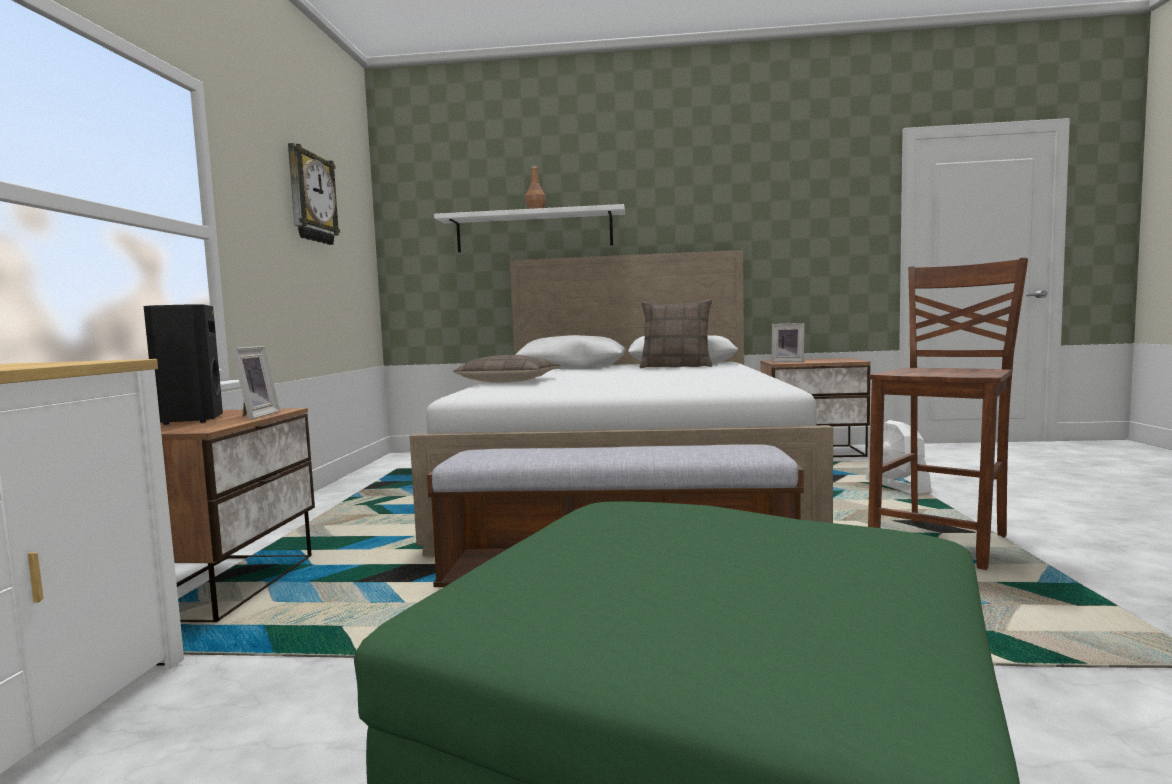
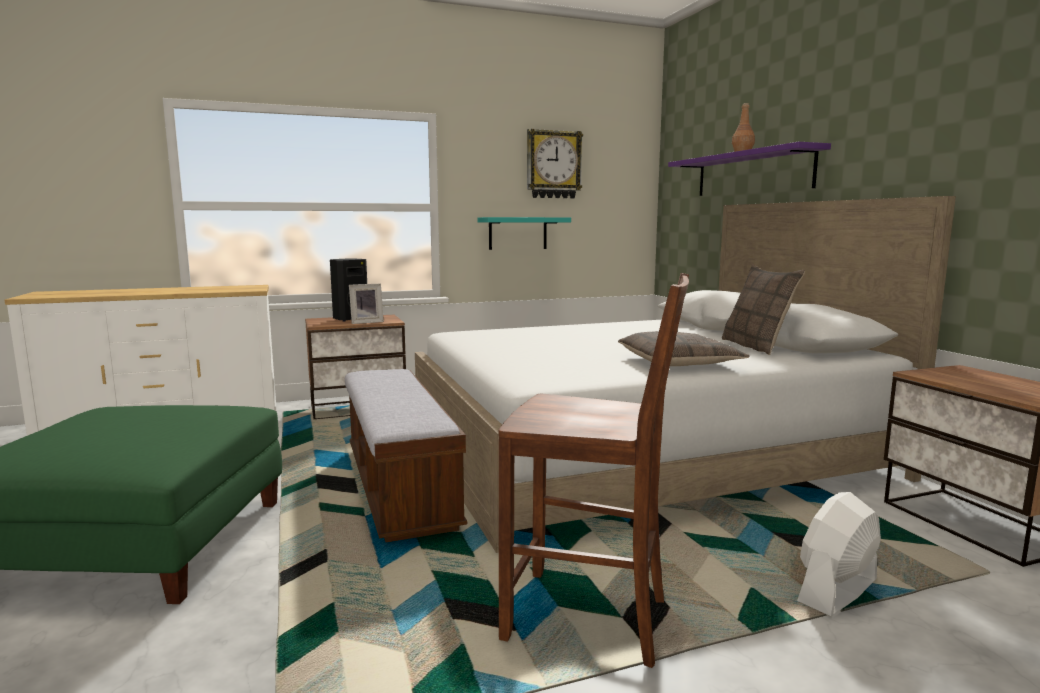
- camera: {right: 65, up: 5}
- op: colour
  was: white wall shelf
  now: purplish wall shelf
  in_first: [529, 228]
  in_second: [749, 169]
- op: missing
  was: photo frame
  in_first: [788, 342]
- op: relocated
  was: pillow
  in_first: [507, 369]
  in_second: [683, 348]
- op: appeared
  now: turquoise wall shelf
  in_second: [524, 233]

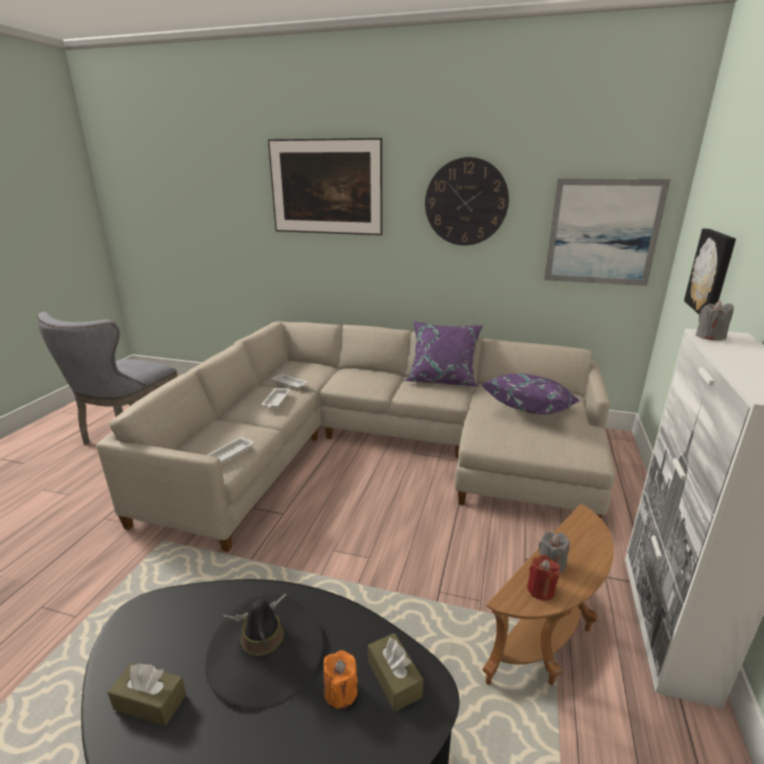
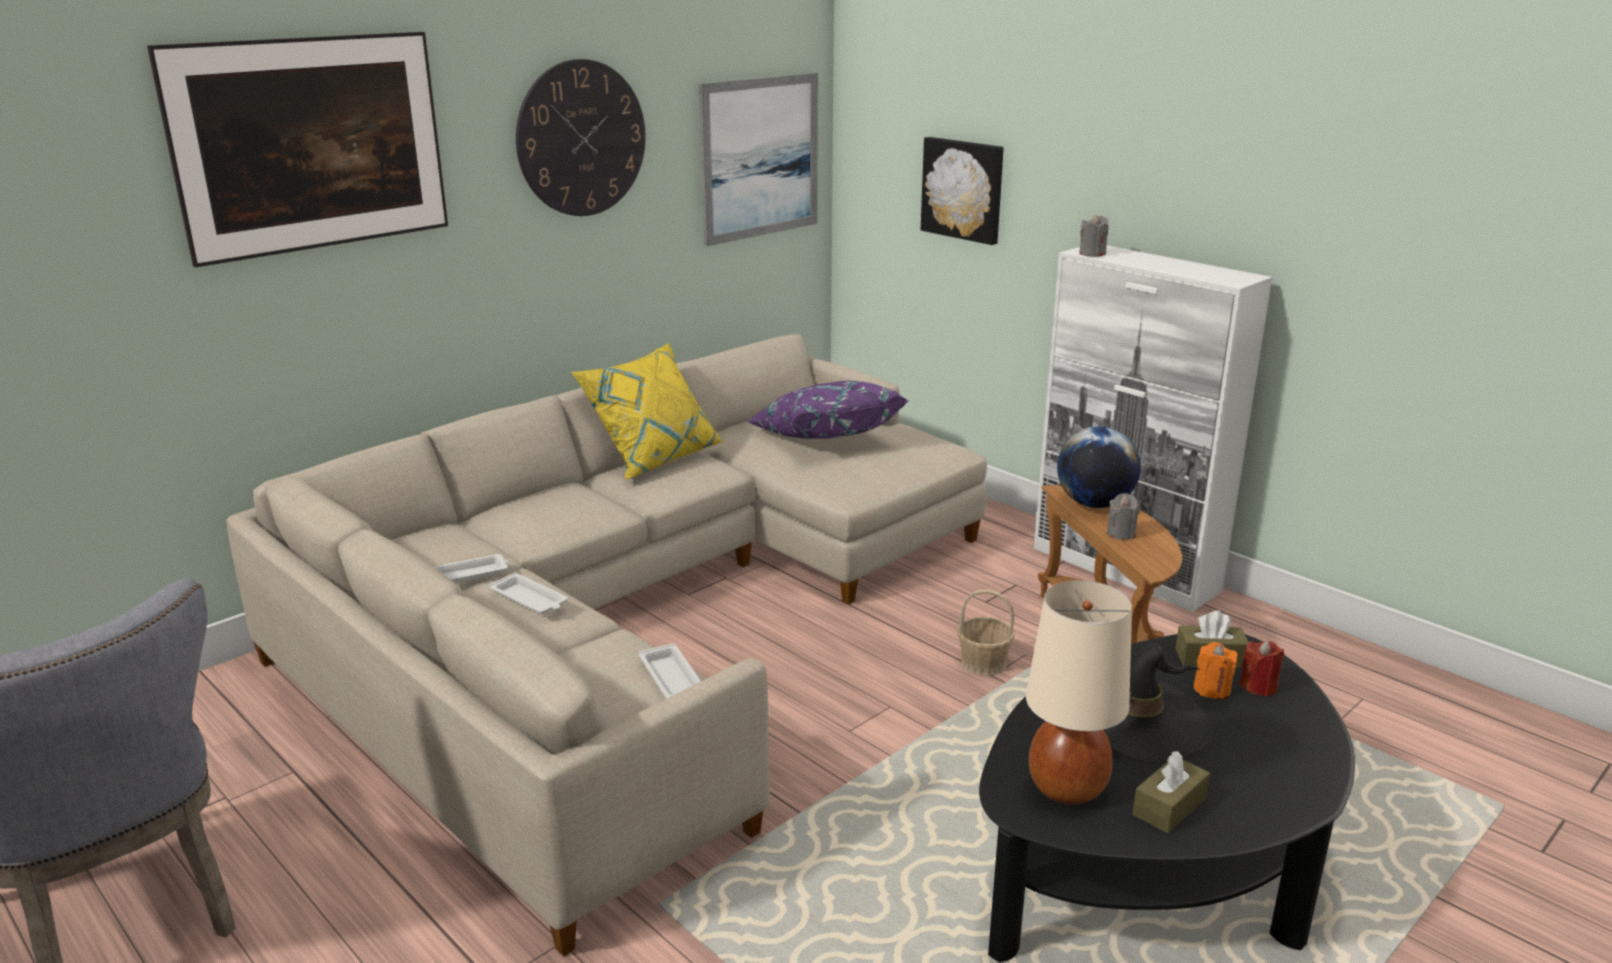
- camera: {right: -60, up: 0}
- op: colour
  was: purplish pillow
  now: yellow-coloured pillow
  in_first: [443, 354]
  in_second: [647, 411]
- op: relocated
  was: reddish wax light
  in_first: [543, 577]
  in_second: [1261, 669]
- op: appeared
  now: globe
  in_second: [1099, 467]
- op: appeared
  now: beige table lamp
  in_second: [1079, 693]
- op: appeared
  now: basket
  in_second: [986, 633]

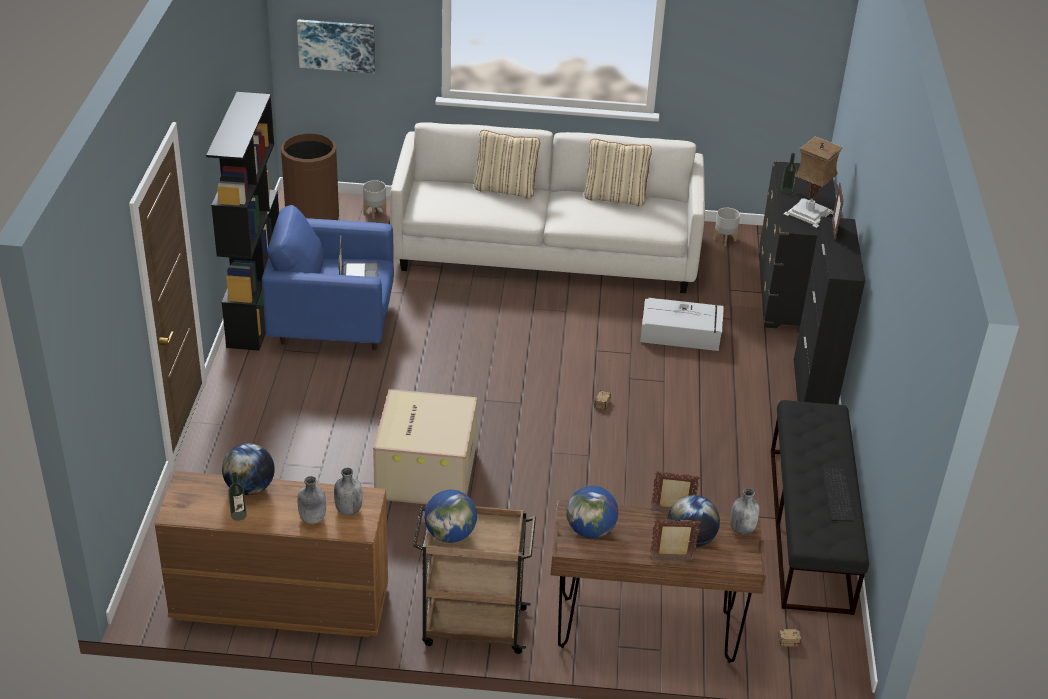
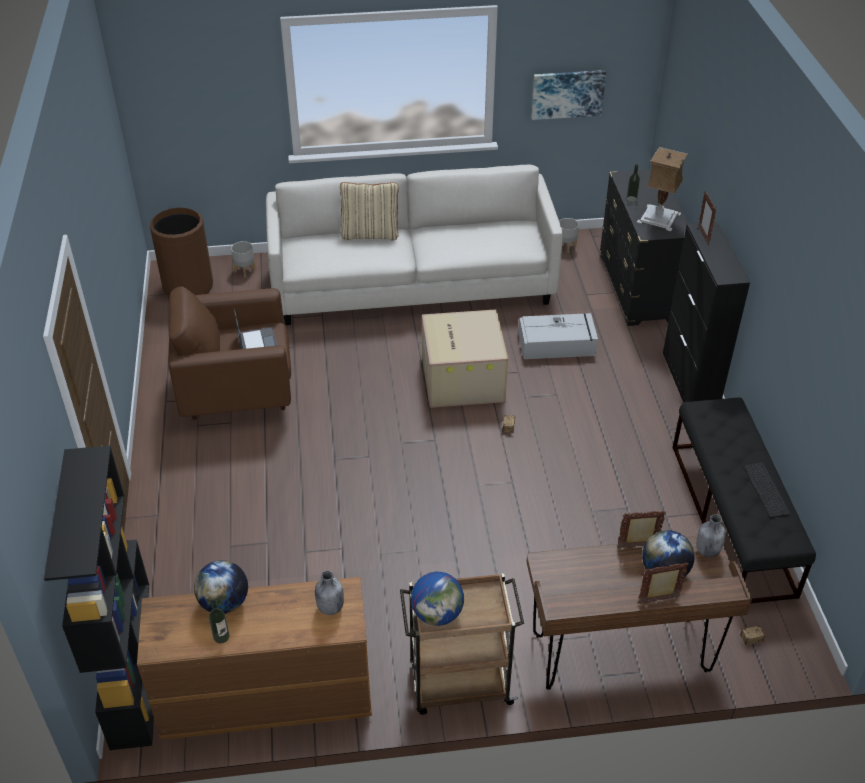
- camera: {right: -10, up: 5}
- op: relocated
  was: wall picture
  in_first: [336, 46]
  in_second: [568, 95]
- op: relocated
  was: black shelving unit
  in_first: [242, 221]
  in_second: [99, 597]
- op: missing
  was: beige pillow
  in_first: [618, 172]
- op: colour
  was: blue-coloured lounge chair
  now: brown-coloured lounge chair
  in_first: [328, 277]
  in_second: [229, 353]
- op: relocated
  was: packing box
  in_first: [425, 446]
  in_second: [465, 358]
- op: missing
  was: grey drink bottle
  in_first: [311, 500]
- op: missing
  was: globe
  in_first: [592, 512]

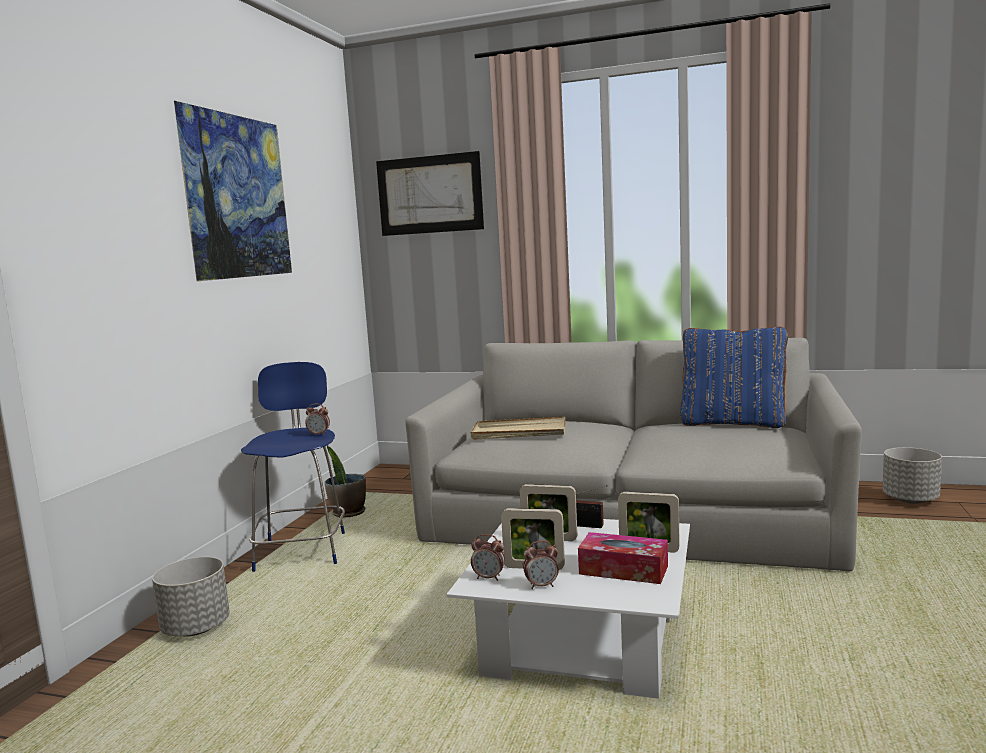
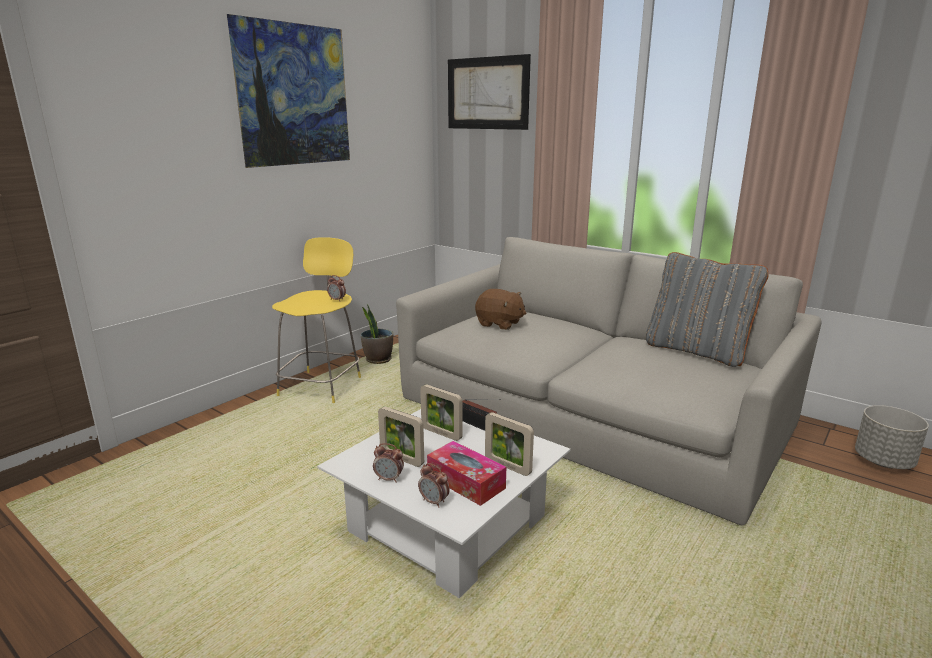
- camera: {right: 20, up: 10}
- op: colour
  was: blue-coloured pillow
  now: grey pillow
  in_first: [734, 377]
  in_second: [707, 309]
- op: colour
  was: blue-coloured stool seat
  now: yellow-coloured stool seat
  in_first: [293, 467]
  in_second: [316, 320]
- op: exchanged
  was: beige serving tray
  now: brown-coloured soft toy
  in_first: [518, 428]
  in_second: [500, 309]
- op: relocated
  was: table clock
  in_first: [488, 557]
  in_second: [434, 485]
- op: missing
  was: grey planter
  in_first: [191, 596]

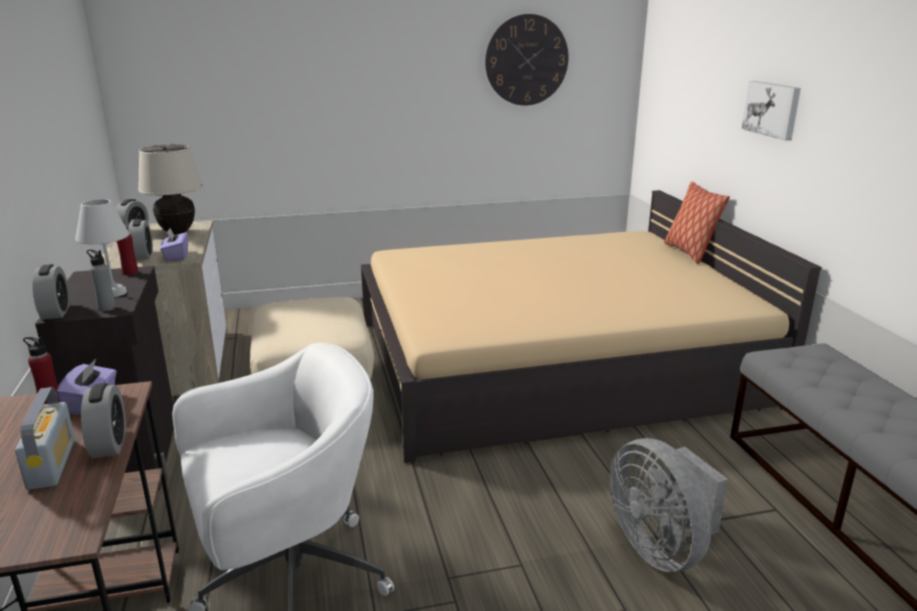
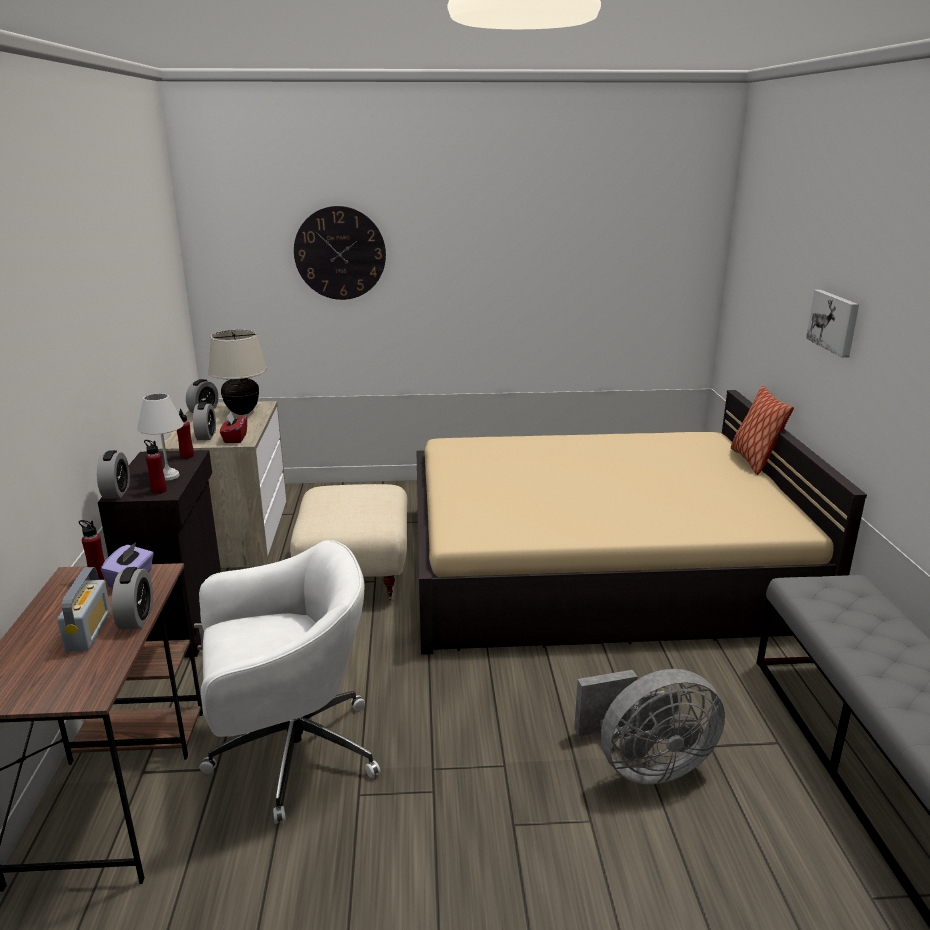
- camera: {right: 10, up: 0}
- op: relocated
  was: hanging clock
  in_first: [527, 60]
  in_second: [340, 253]
- op: colour
  was: purplish box of tissues
  now: reddish box of tissues
  in_first: [174, 244]
  in_second: [233, 427]
- op: colour
  was: grey drink bottle
  now: reddish drink bottle
  in_first: [101, 280]
  in_second: [155, 467]
- op: spun
  was: grey cooling fan
  in_first: [669, 505]
  in_second: [649, 727]
  clockwise: -90

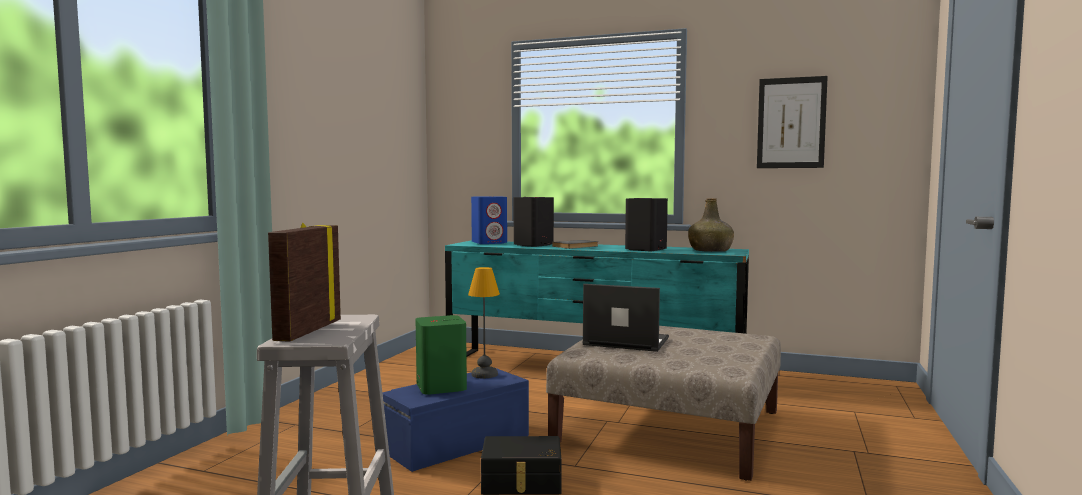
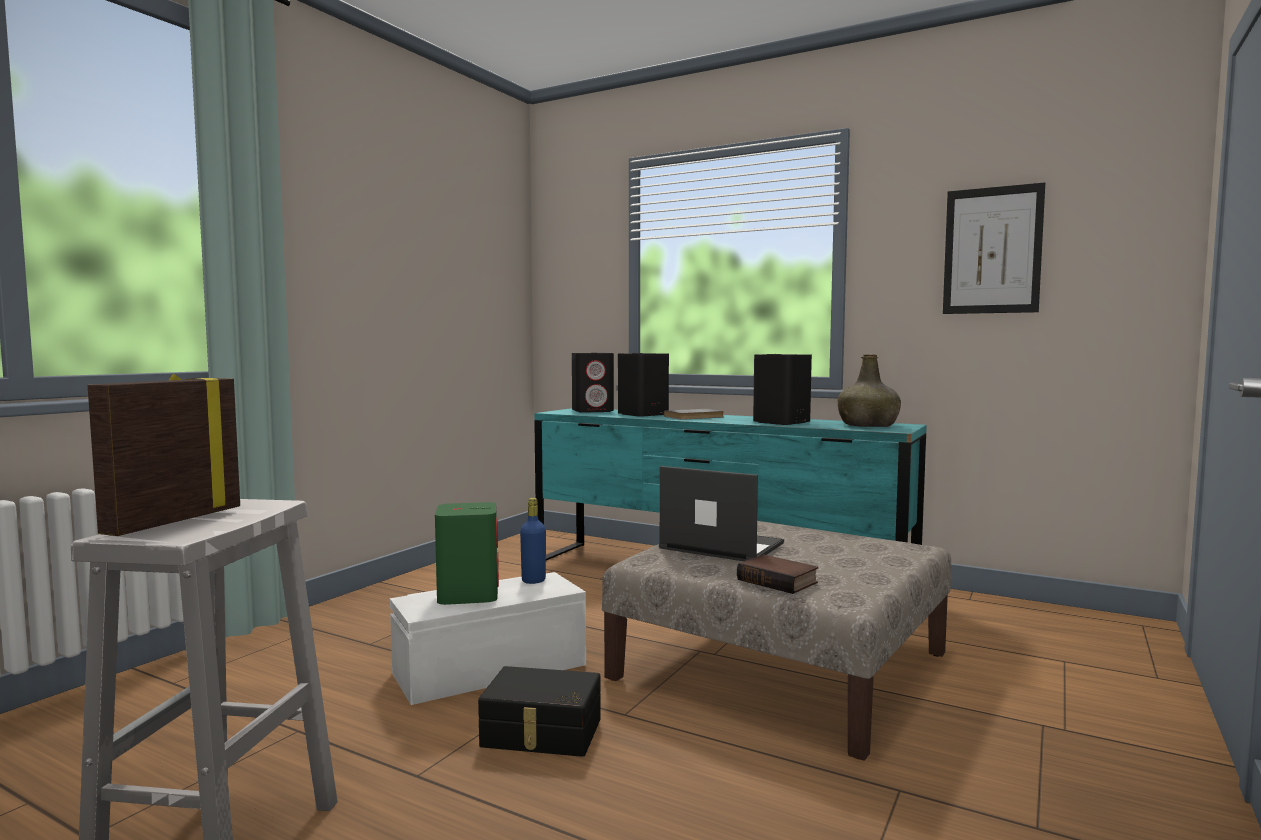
- camera: {right: 10, up: 0}
- op: colour
  was: blue-coloured loudspeaker
  now: black loudspeaker
  in_first: [489, 220]
  in_second: [593, 383]
- op: exchanged
  was: table lamp
  now: blue-coloured drink bottle
  in_first: [484, 322]
  in_second: [533, 541]
- op: colour
  was: blue-coloured storage container
  now: white storage container
  in_first: [455, 420]
  in_second: [488, 638]
- op: appeared
  now: bound book
  in_second: [777, 574]

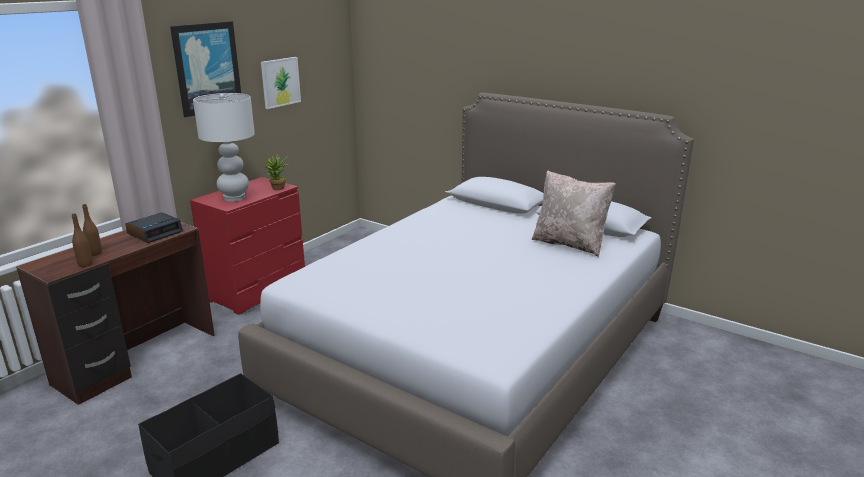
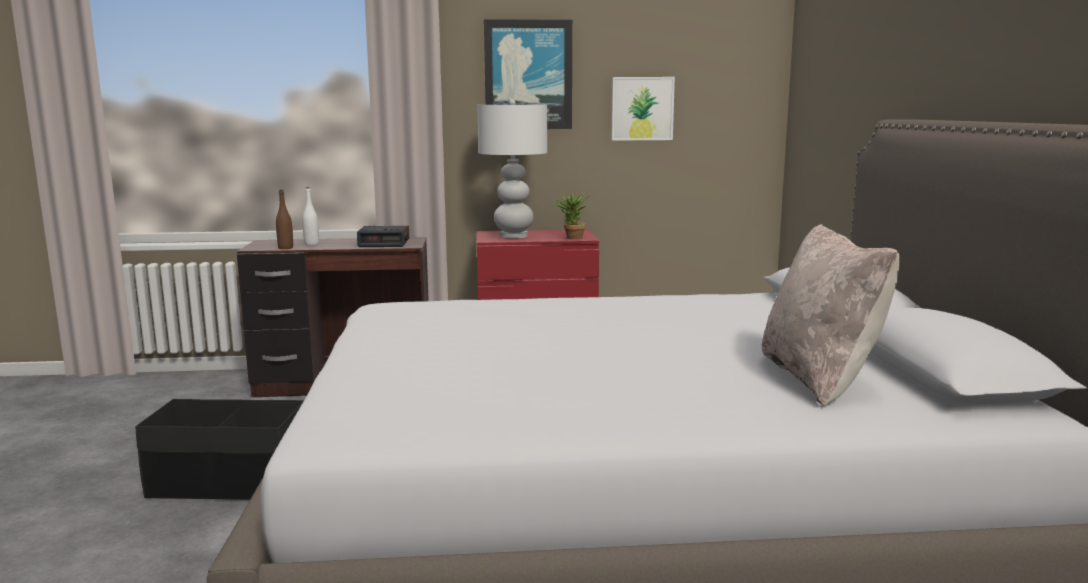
- camera: {right: 50, up: -10}
- op: colour
  was: brown-coloured drink bottle
  now: white drink bottle
  in_first: [92, 230]
  in_second: [310, 216]

